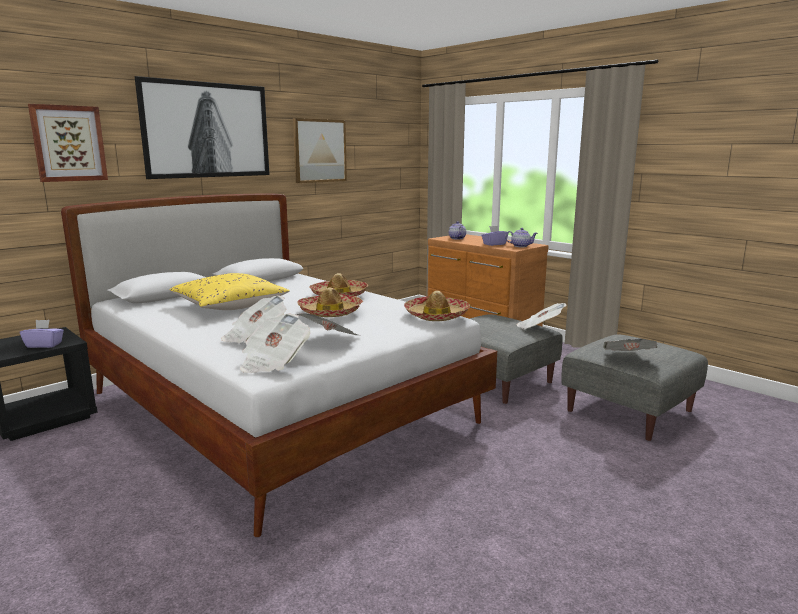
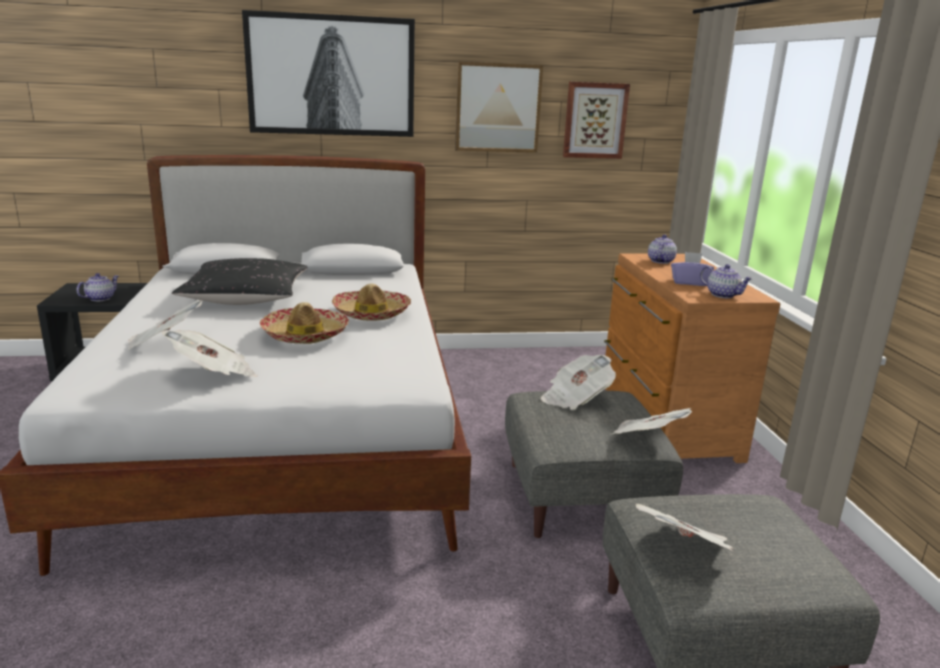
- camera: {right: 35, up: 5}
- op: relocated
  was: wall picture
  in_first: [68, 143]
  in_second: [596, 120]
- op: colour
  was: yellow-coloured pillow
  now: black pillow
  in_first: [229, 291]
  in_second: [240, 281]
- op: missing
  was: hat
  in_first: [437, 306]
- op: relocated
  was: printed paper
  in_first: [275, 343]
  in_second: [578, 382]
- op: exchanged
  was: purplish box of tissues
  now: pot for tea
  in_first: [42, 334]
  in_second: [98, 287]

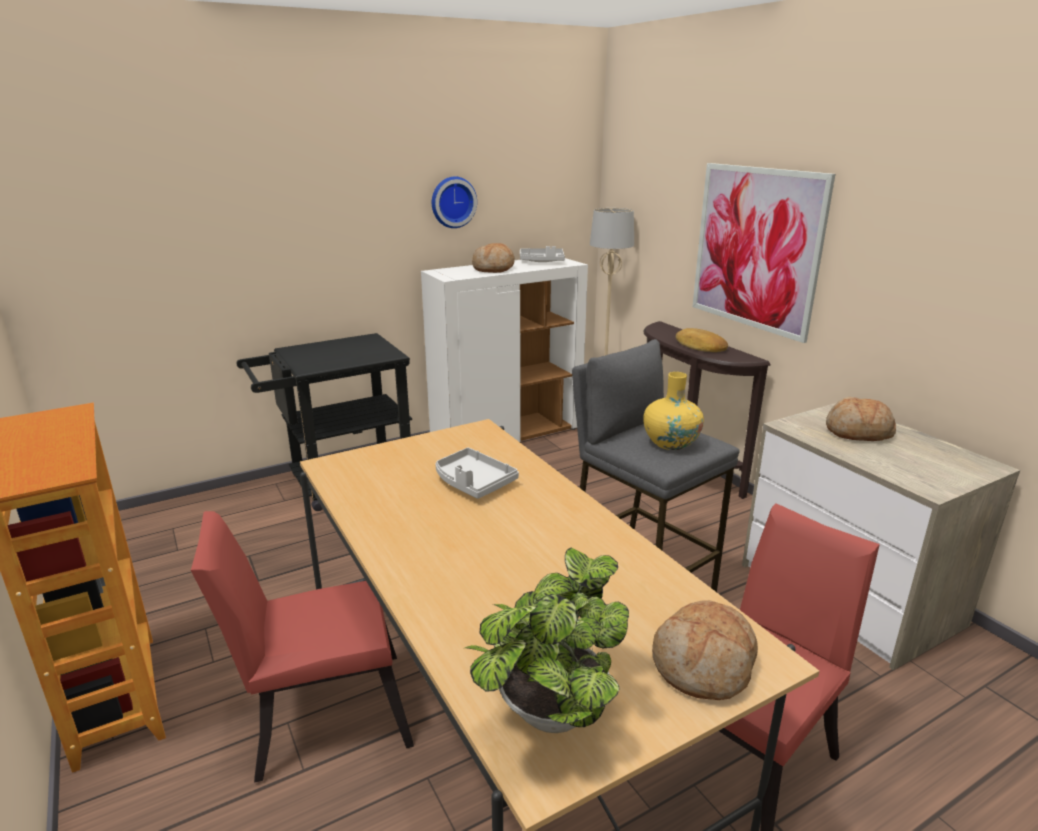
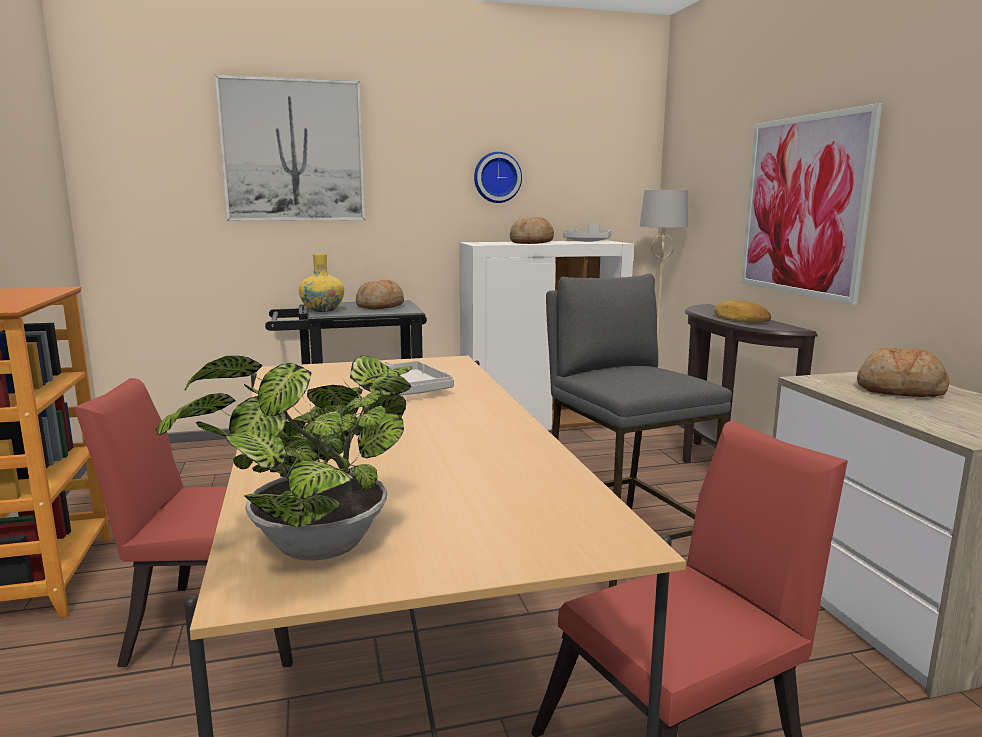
- camera: {right: 15, up: -10}
- op: relocated
  was: yellow-coloured flower vase
  in_first: [673, 411]
  in_second: [321, 283]
- op: relocated
  was: baked bread
  in_first: [705, 650]
  in_second: [380, 294]
- op: appeared
  now: wall picture
  in_second: [290, 147]

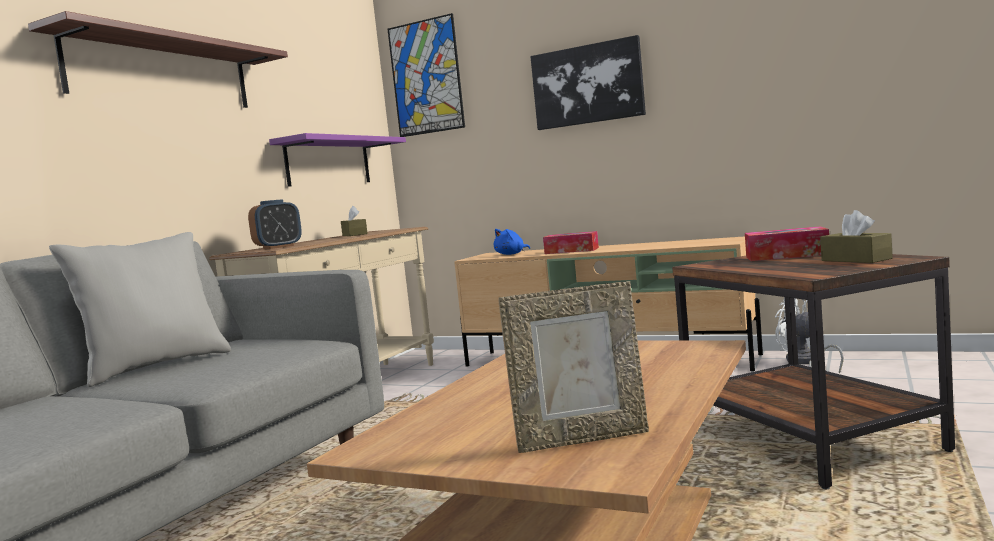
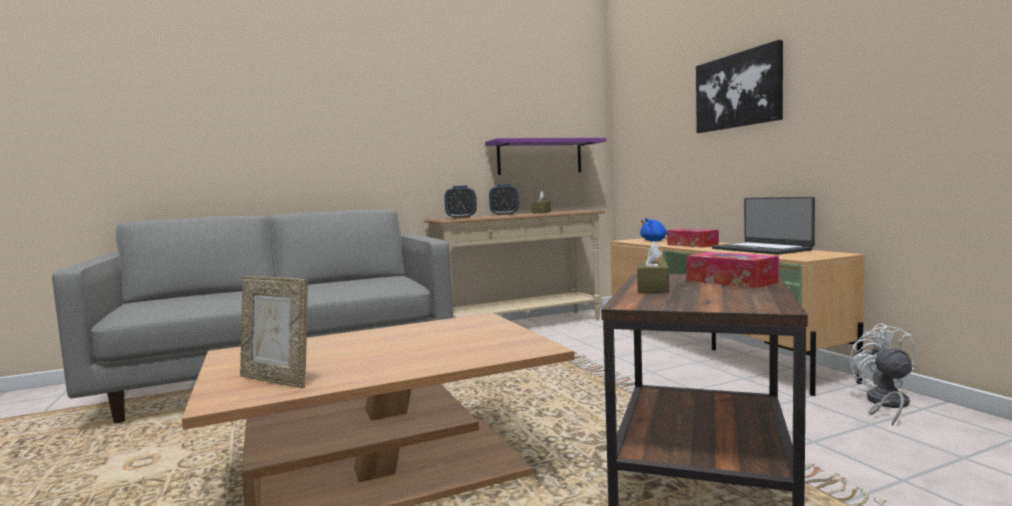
- camera: {right: 40, up: 0}
- op: missing
  was: wall shelf
  in_first: [158, 59]
- op: missing
  was: wall picture
  in_first: [426, 75]
- op: relocated
  was: brown-coloured box of tissues
  in_first: [856, 236]
  in_second: [653, 267]
- op: missing
  was: grey pillow
  in_first: [140, 309]
- op: appeared
  now: table clock
  in_second: [504, 200]
- op: appeared
  now: notebook computer
  in_second: [763, 226]

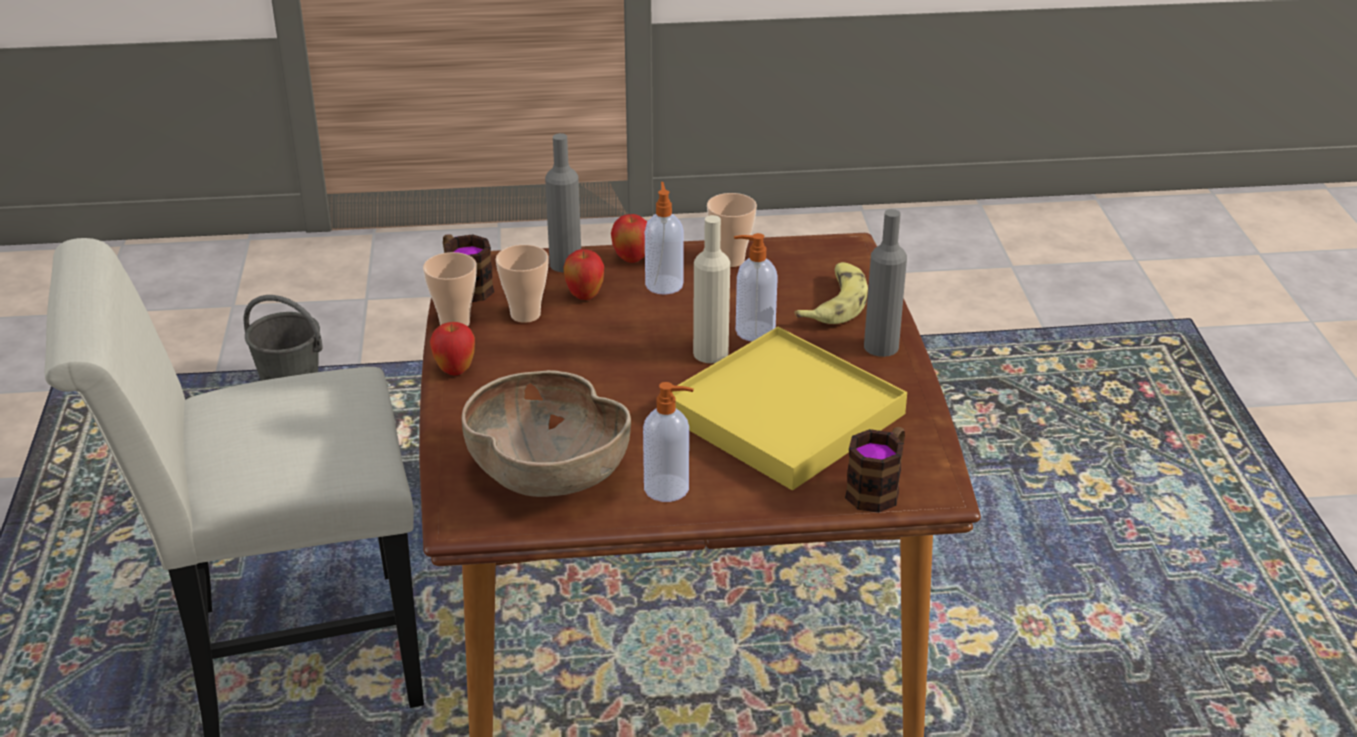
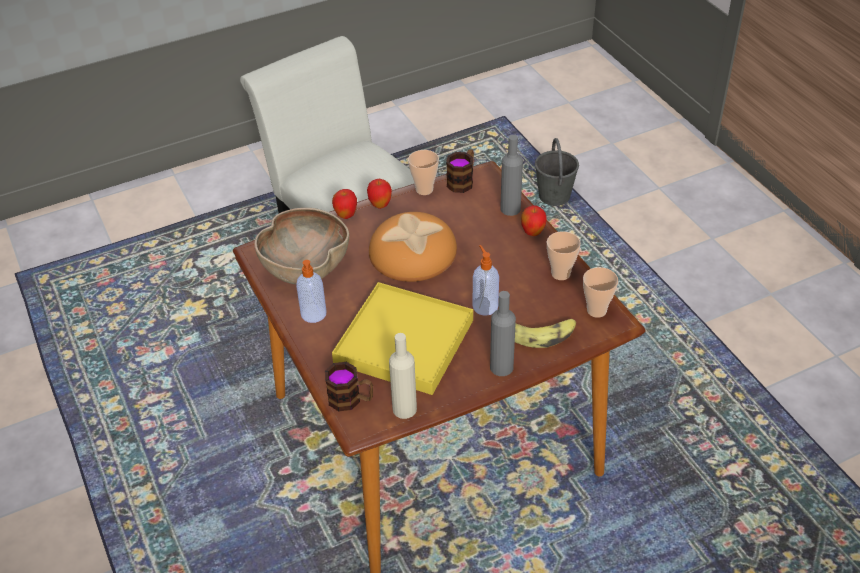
- camera: {right: 70, up: 10}
- op: missing
  was: soap dispenser
  in_first: [664, 238]
- op: relocated
  was: beige drink bottle
  in_first: [711, 289]
  in_second: [403, 376]
- op: relocated
  was: drinking cup
  in_first: [522, 284]
  in_second: [600, 292]
- op: relocated
  was: apple fruit
  in_first: [584, 274]
  in_second: [344, 204]
- op: appeared
  now: baked bread
  in_second: [413, 247]

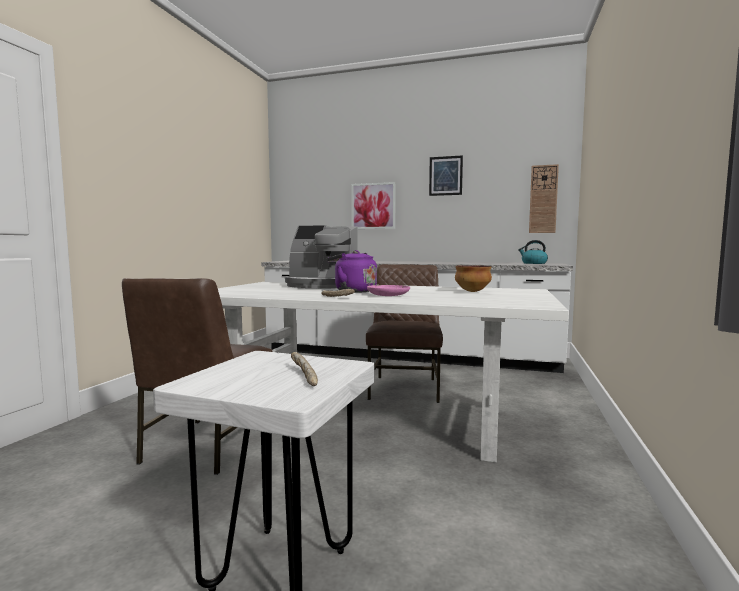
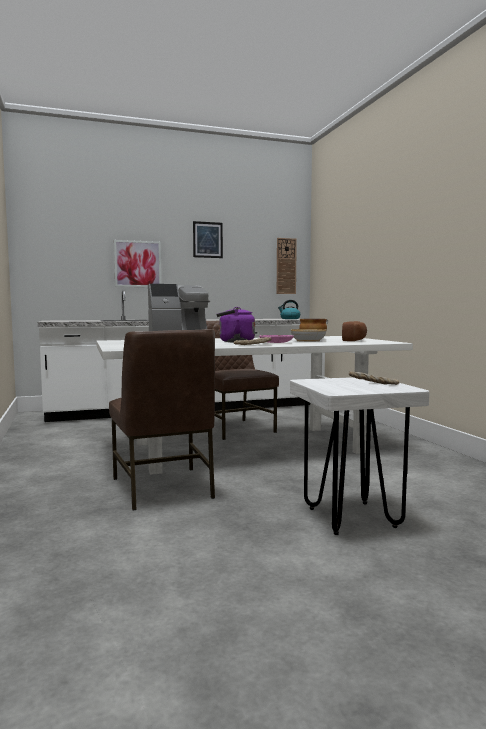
- camera: {right: -35, up: 0}
- op: appeared
  now: baked bread
  in_second: [354, 331]
- op: appeared
  now: deep dish
  in_second: [308, 335]

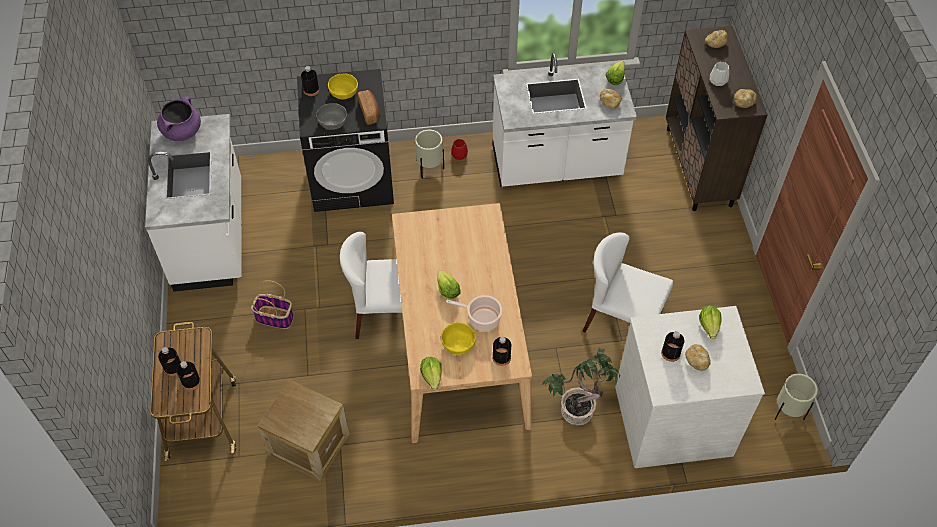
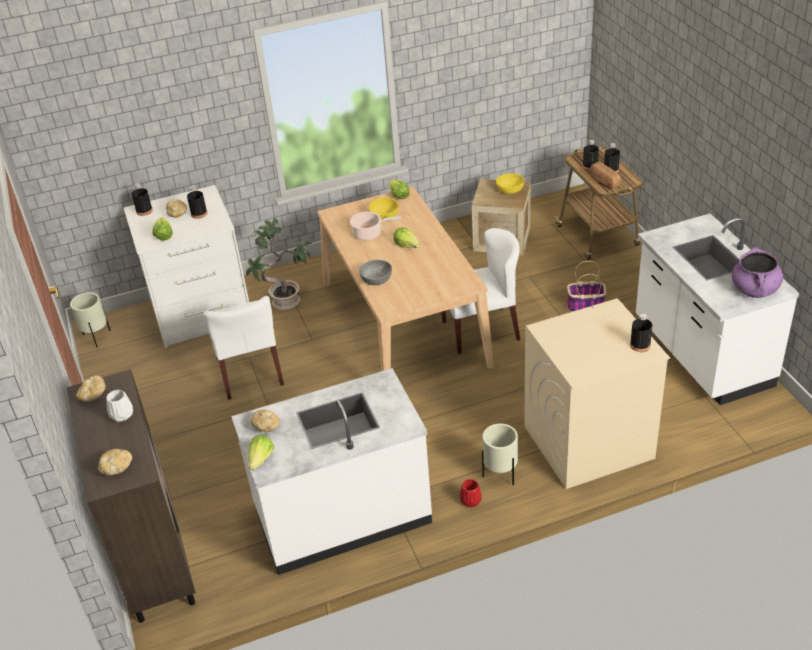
- camera: {right: 170, up: -15}
- op: colour
  was: black laundry machine
  now: beige laundry machine
  in_first: [345, 140]
  in_second: [597, 393]
- op: relocated
  was: yellow-coloured deep dish
  in_first: [343, 86]
  in_second: [510, 183]
- op: relocated
  was: baked bread
  in_first: [369, 107]
  in_second: [605, 175]
- op: relocated
  was: grey deep dish
  in_first: [331, 116]
  in_second: [375, 272]
- op: spun
  was: white chair
  in_first: [627, 282]
  in_second: [243, 348]
  clockwise: 60
- op: relocated
  was: black drink bottle
  in_first: [501, 351]
  in_second: [142, 199]

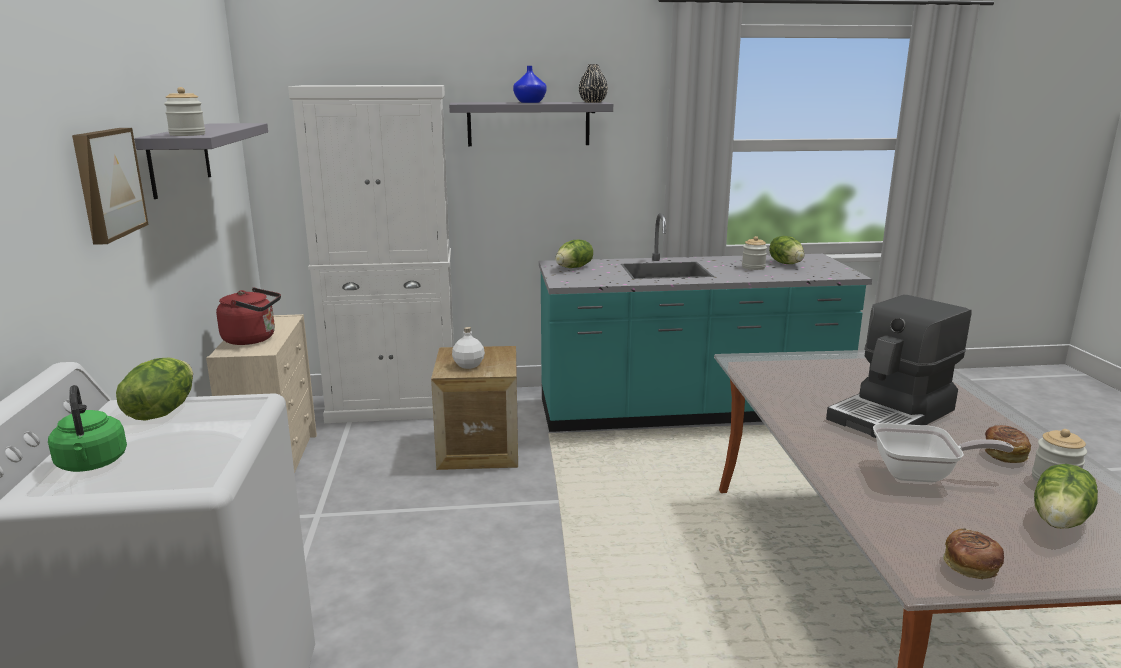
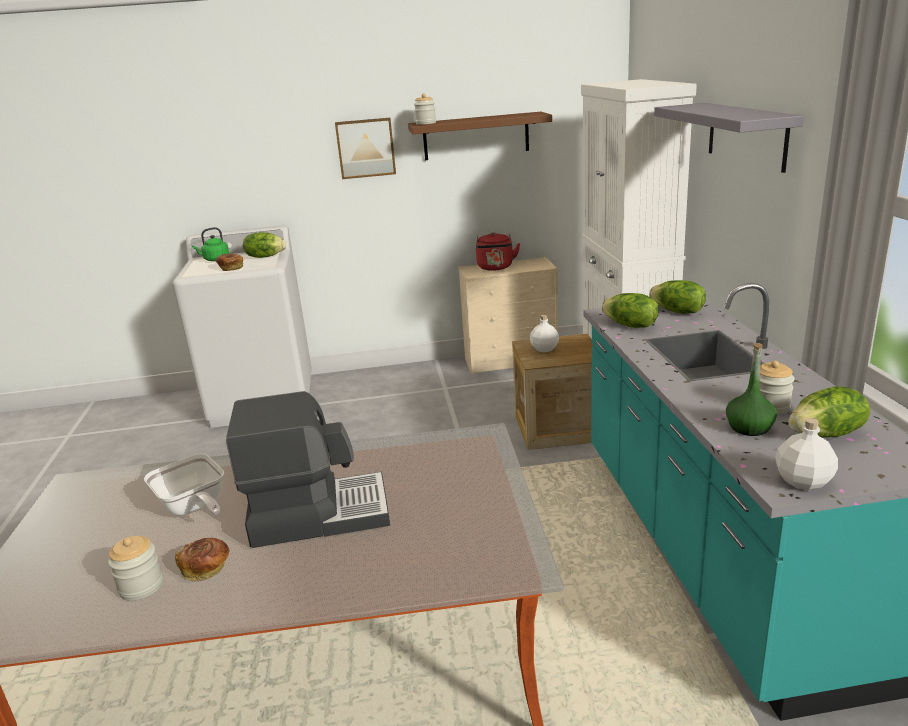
- camera: {right: 90, up: 5}
- op: missing
  was: black flower vase
  in_first: [593, 83]
- op: missing
  was: blue-coloured flower vase
  in_first: [530, 84]
- op: colour
  was: grey wall shelf
  now: brown-coloured wall shelf
  in_first: [201, 161]
  in_second: [480, 136]
- op: spun
  was: coffee brewer
  in_first: [899, 366]
  in_second: [308, 469]
  clockwise: 120
- op: spun
  was: frying pan
  in_first: [943, 452]
  in_second: [184, 485]
  clockwise: -45
- op: relocated
  was: head of lettuce
  in_first: [1066, 496]
  in_second: [629, 310]
- op: relocated
  was: baked bread
  in_first: [973, 553]
  in_second: [229, 262]
- op: appeared
  now: green-coloured drink bottle
  in_second: [751, 389]
- op: appeared
  now: white drink bottle
  in_second: [806, 454]

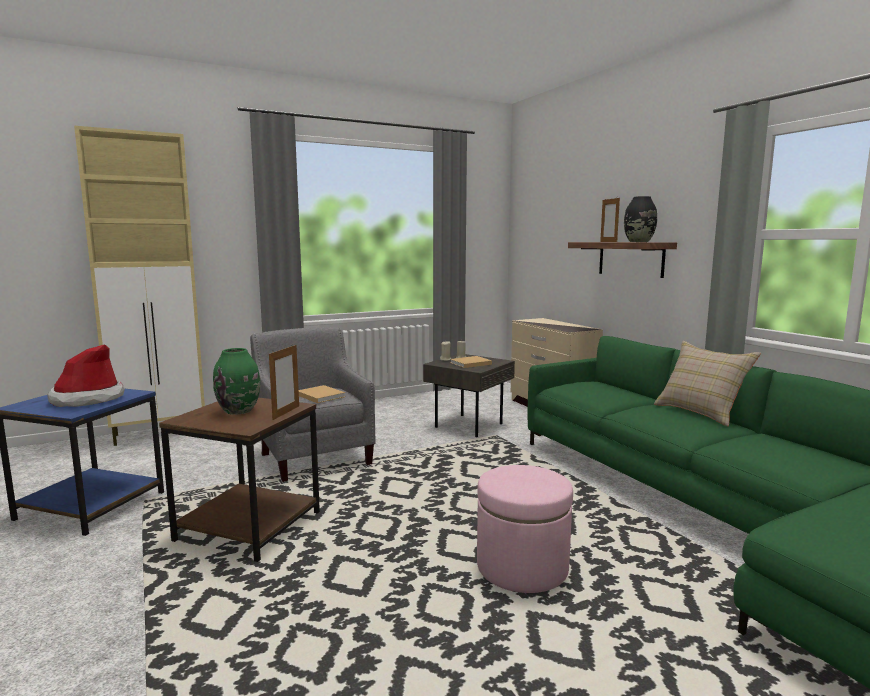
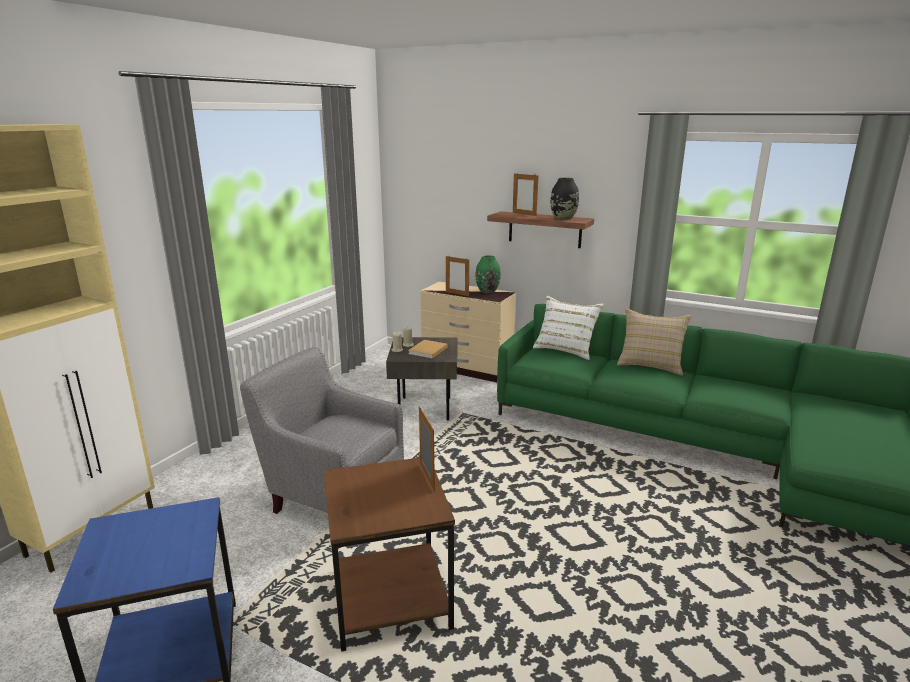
- camera: {right: -35, up: 10}
- op: missing
  was: hat
  in_first: [86, 375]
- op: relocated
  was: green-coloured flower vase
  in_first: [236, 381]
  in_second: [488, 274]
- op: missing
  was: beige bound book
  in_first: [322, 394]
- op: missing
  was: pink footrest
  in_first: [525, 529]
- op: appeared
  now: photo frame
  in_second: [457, 276]
- op: appeared
  now: white pillow
  in_second: [568, 328]

